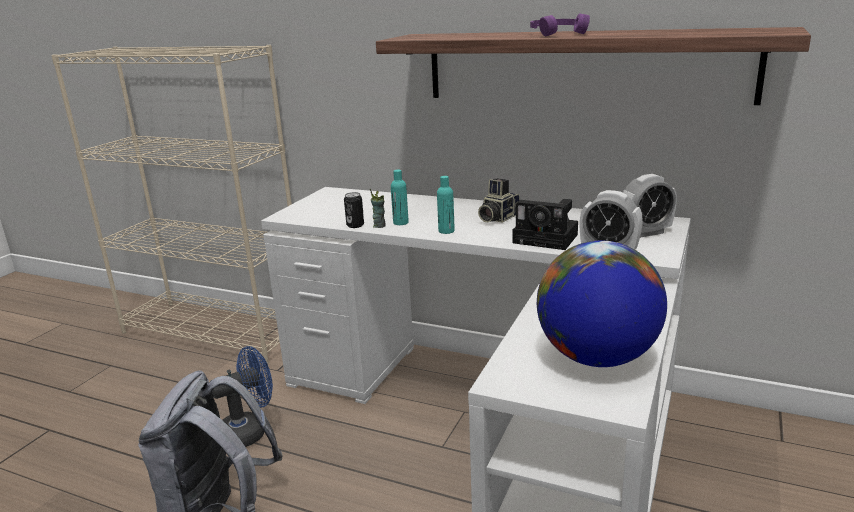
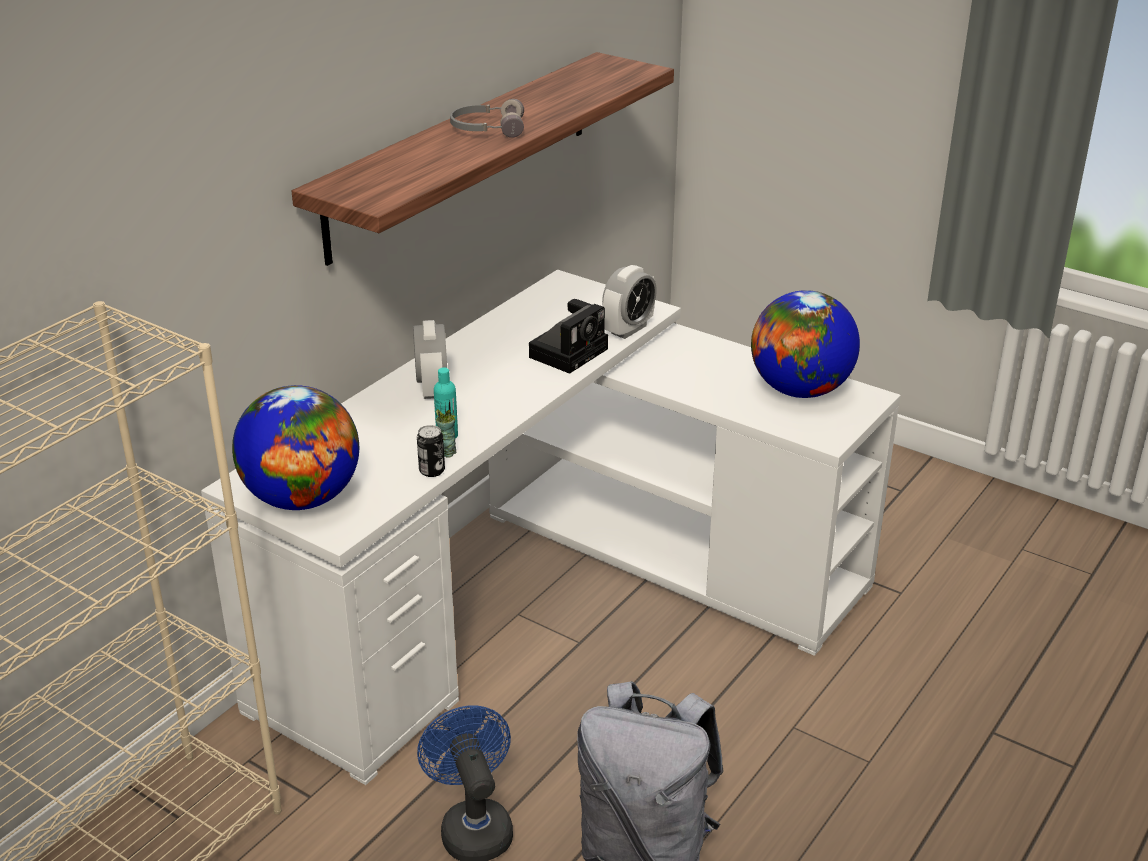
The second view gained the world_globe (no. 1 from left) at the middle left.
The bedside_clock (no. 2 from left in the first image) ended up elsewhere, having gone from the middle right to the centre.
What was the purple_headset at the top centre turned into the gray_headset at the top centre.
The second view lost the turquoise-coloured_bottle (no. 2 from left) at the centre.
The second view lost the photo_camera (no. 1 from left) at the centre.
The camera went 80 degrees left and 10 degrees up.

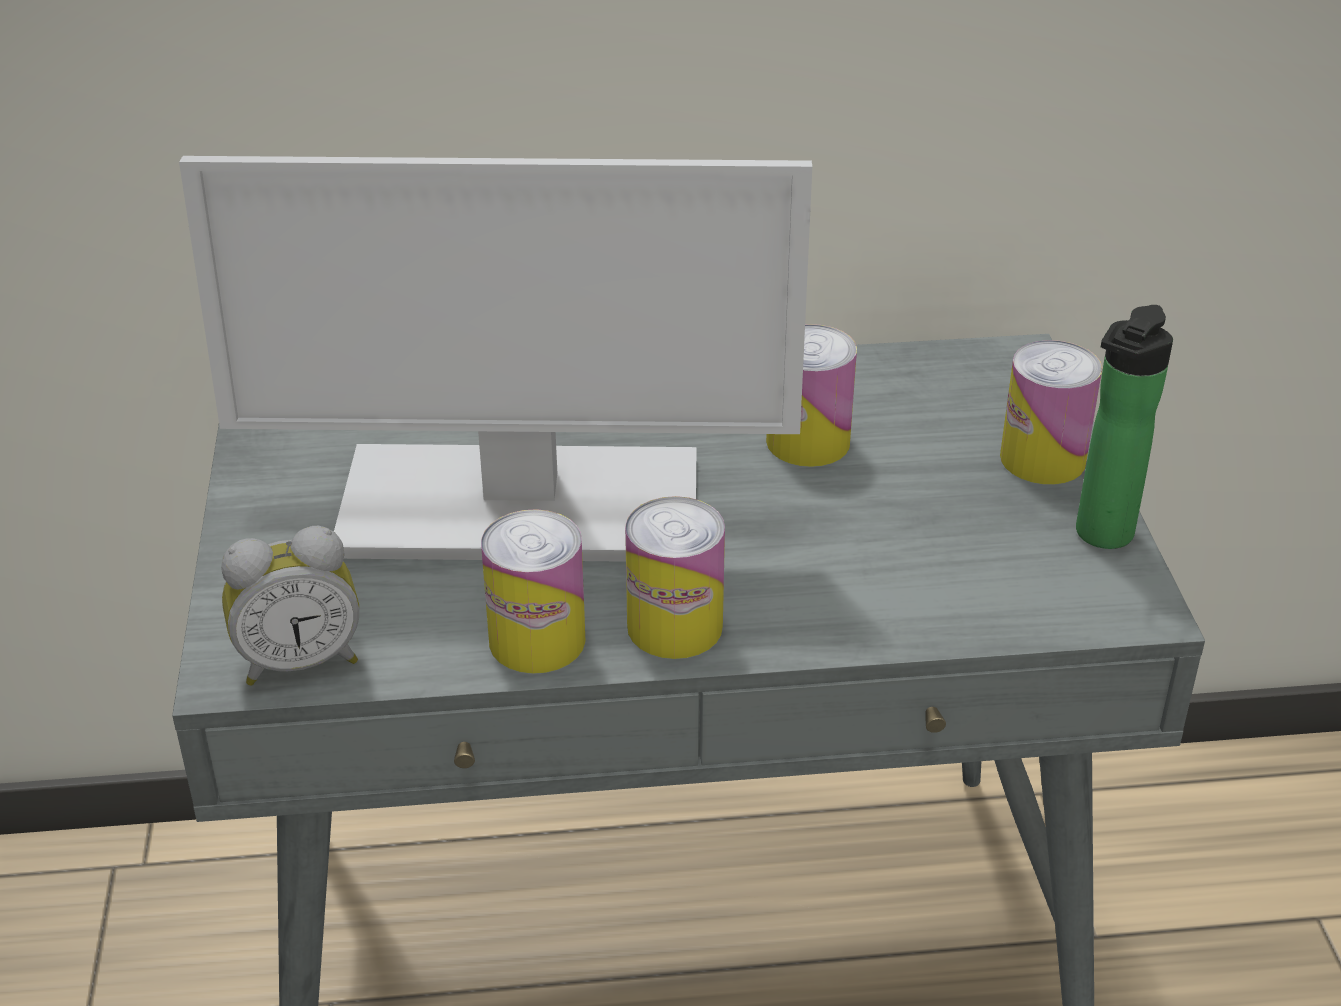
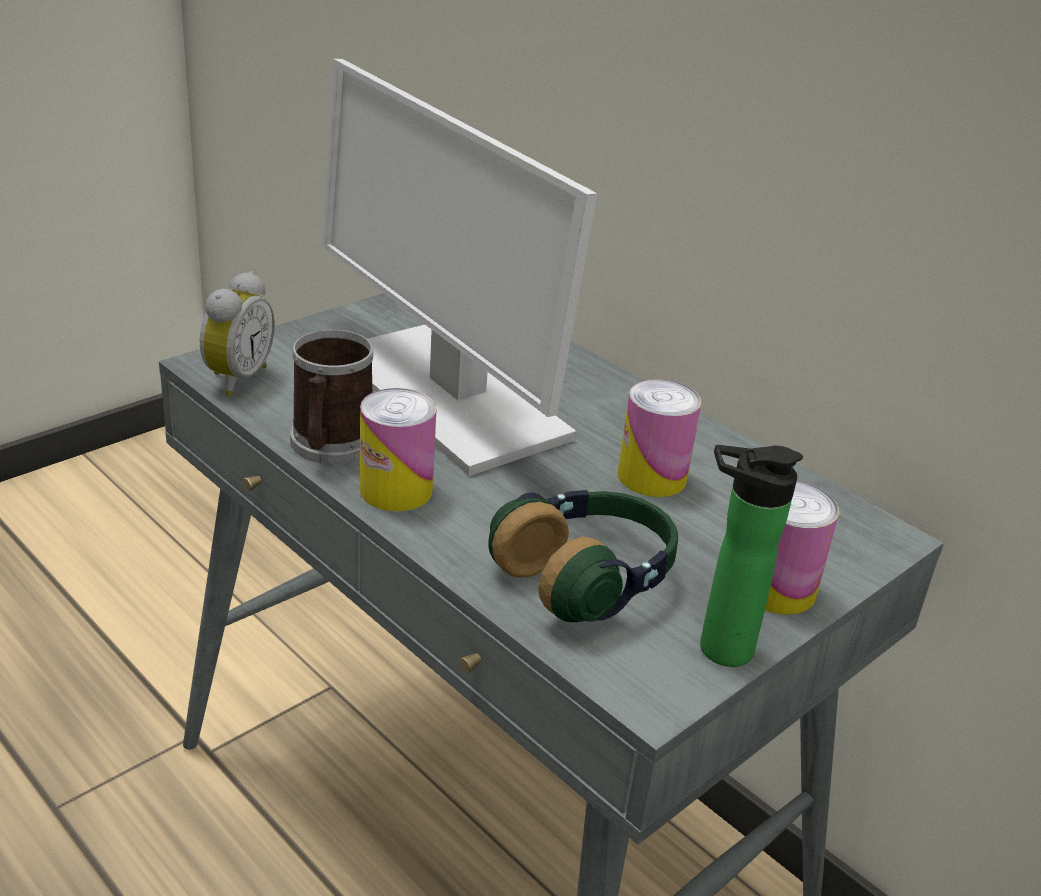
The bedside_clock at the middle left ended up facing another way, 105 degrees counterclockwise from before.
Where the metal_can (no. 1 from left) stood at the centre, the tea_mug came to stand at the middle left.
The second view gained the headset at the centre.
The camera went 50 degrees right and 5 degrees down.

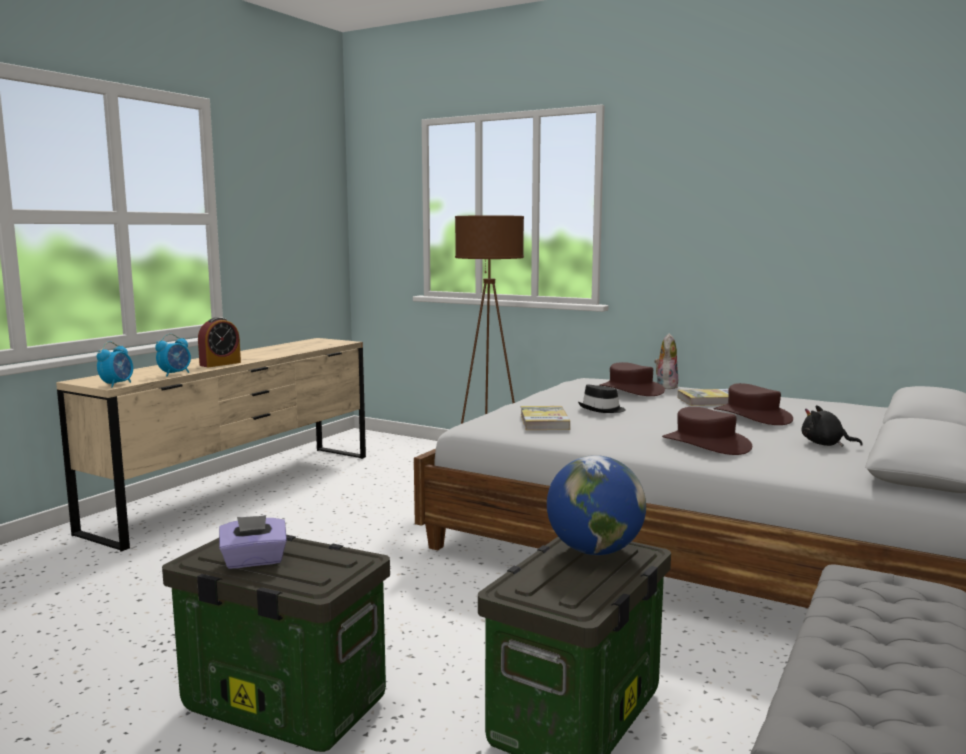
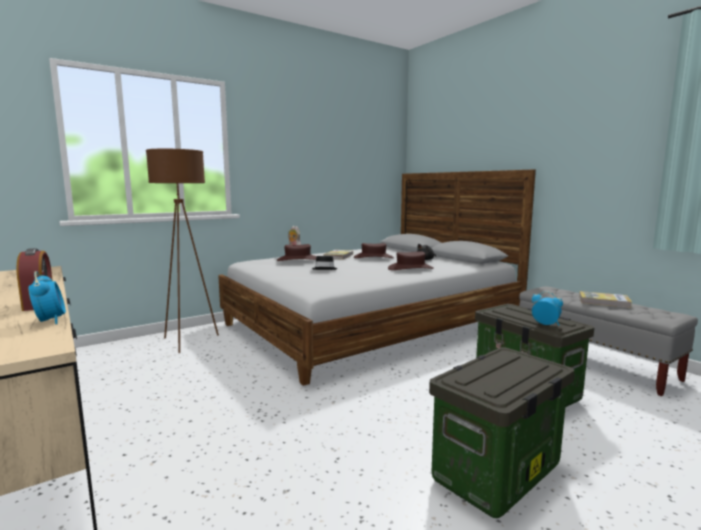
The bedside_clock (no. 1 from left in the first image) ended up elsewhere, having gone from the middle left to the middle right.
The book (no. 1 from left in the first image) ended up elsewhere, having gone from the centre to the middle right.
The second view lost the purple_tissue_holder at the bottom left.
The second view lost the world_globe at the bottom centre.
The camera went 65 degrees left and 0 degrees up.

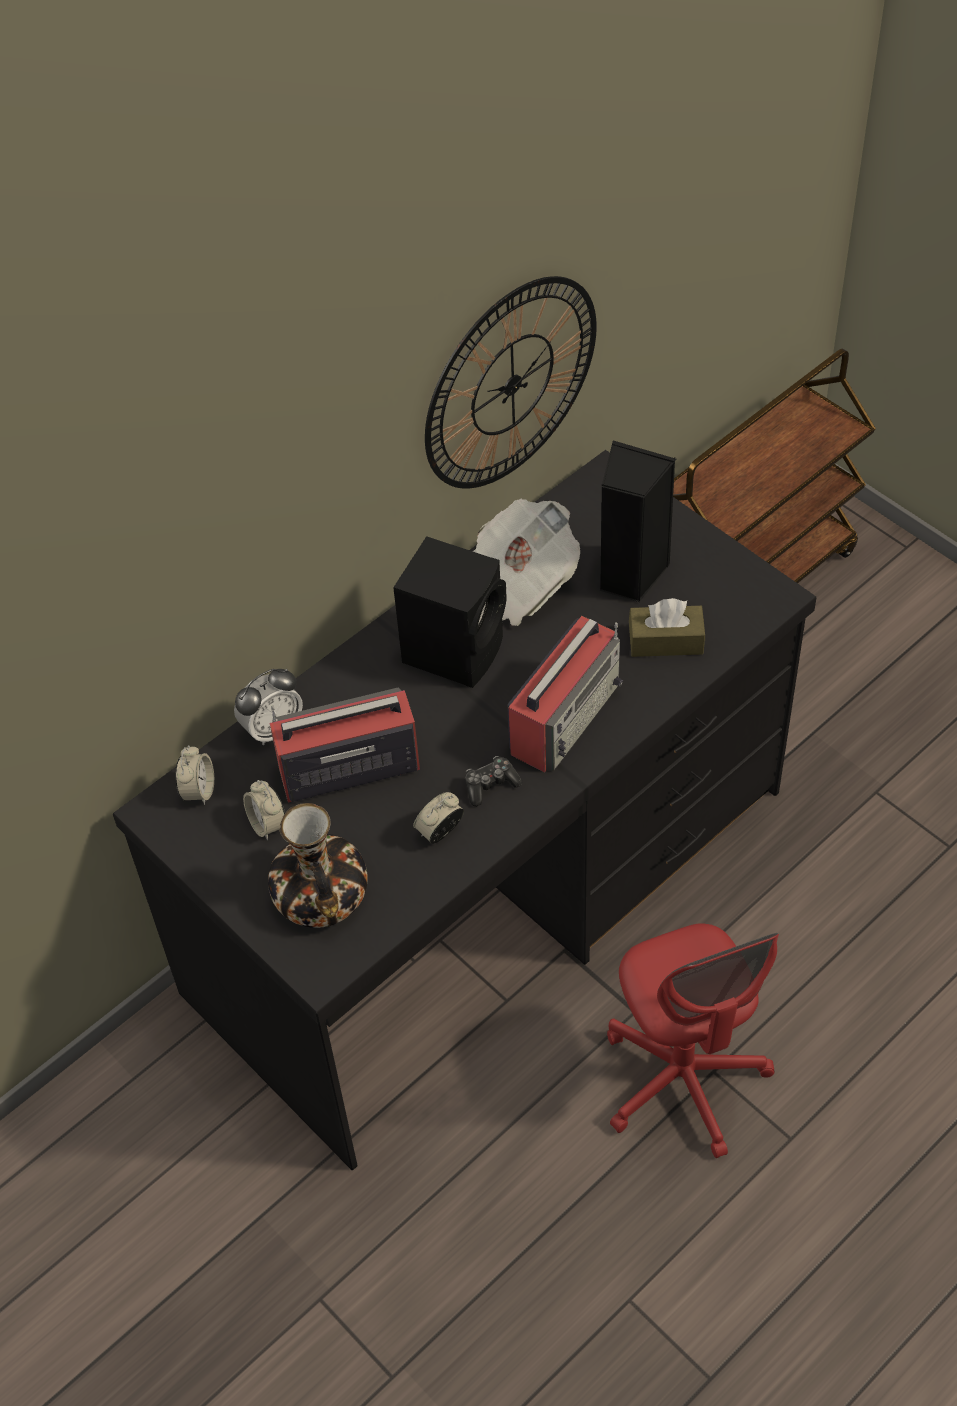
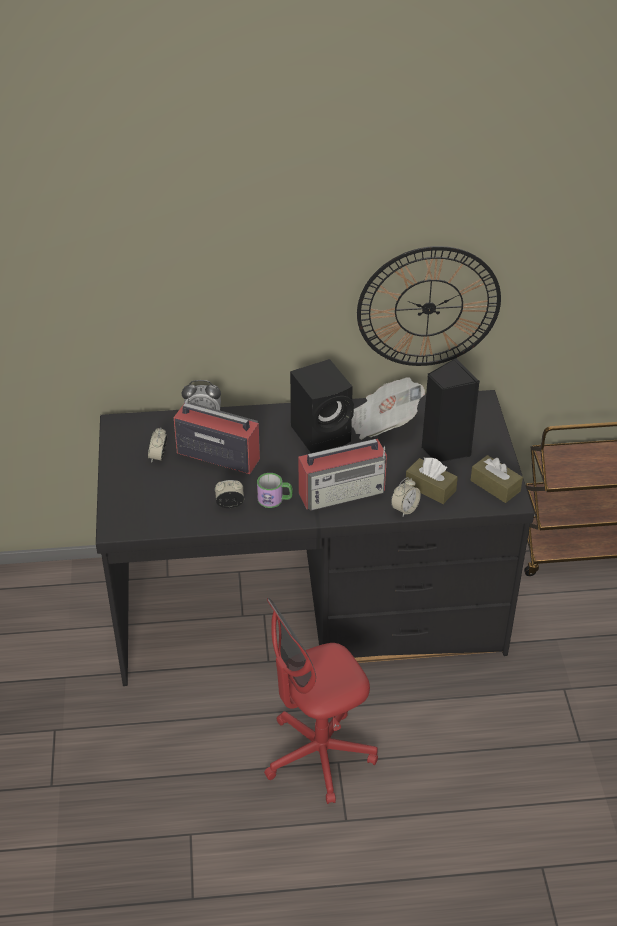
Where the gamepad stood at the centre, the tea_mug came to stand at the centre.
The red_computer_chair at the bottom right ended up facing another way, 45 degrees clockwise from before.
The bedside_clock (no. 1 from left in the first image) ended up elsewhere, having gone from the middle left to the centre.
The second view gained the brownish_tissue_holder (no. 2 from left) at the middle right.
The second view lost the vase at the middle left.
The camera went 35 degrees right and 10 degrees down.

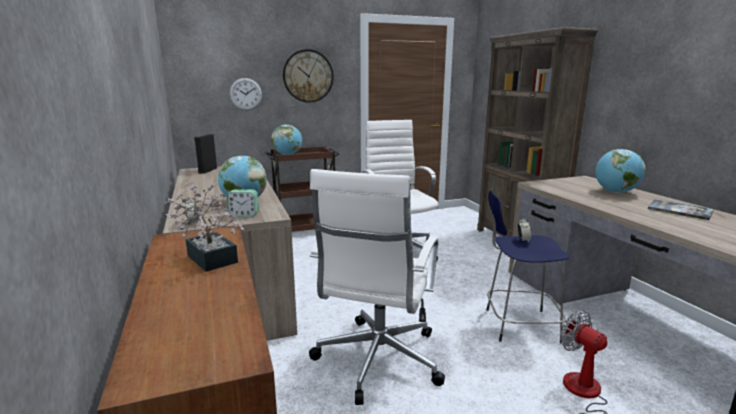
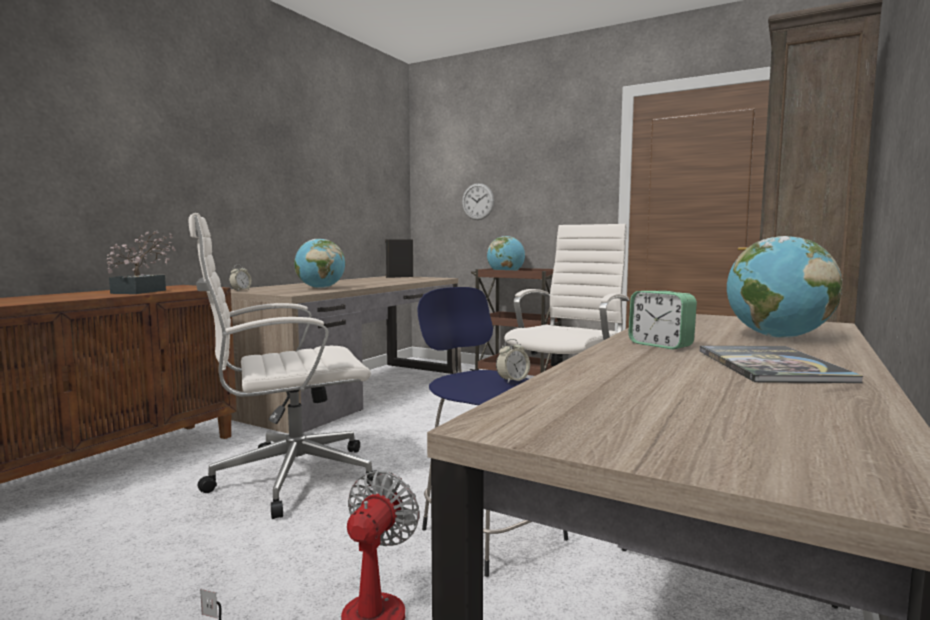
The bedside_clock (no. 2 from left in the first image) ended up elsewhere, having gone from the middle left to the middle right.
The second view lost the hanging_clock (no. 2 from left) at the top centre.
The camera went 50 degrees right and 10 degrees down.

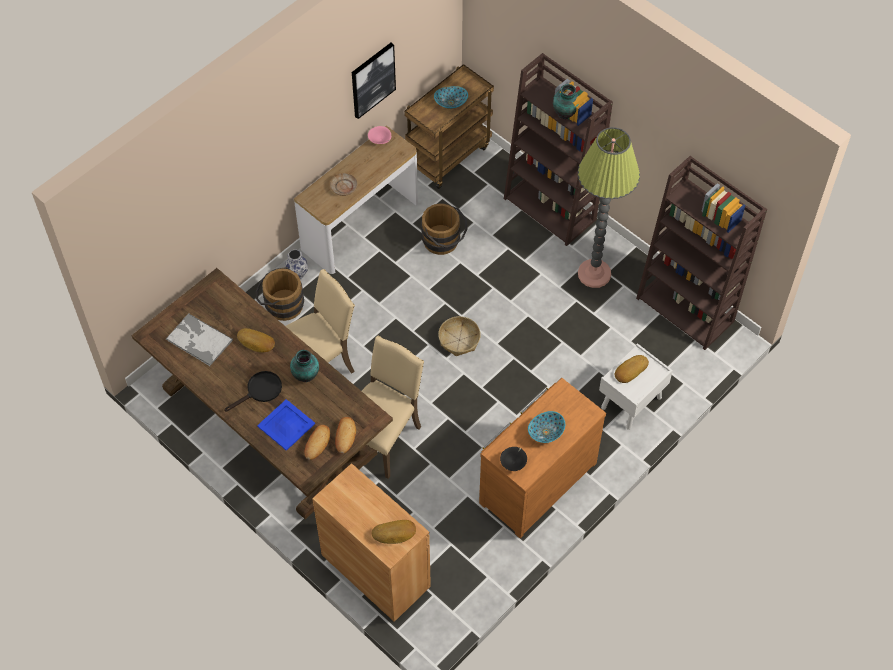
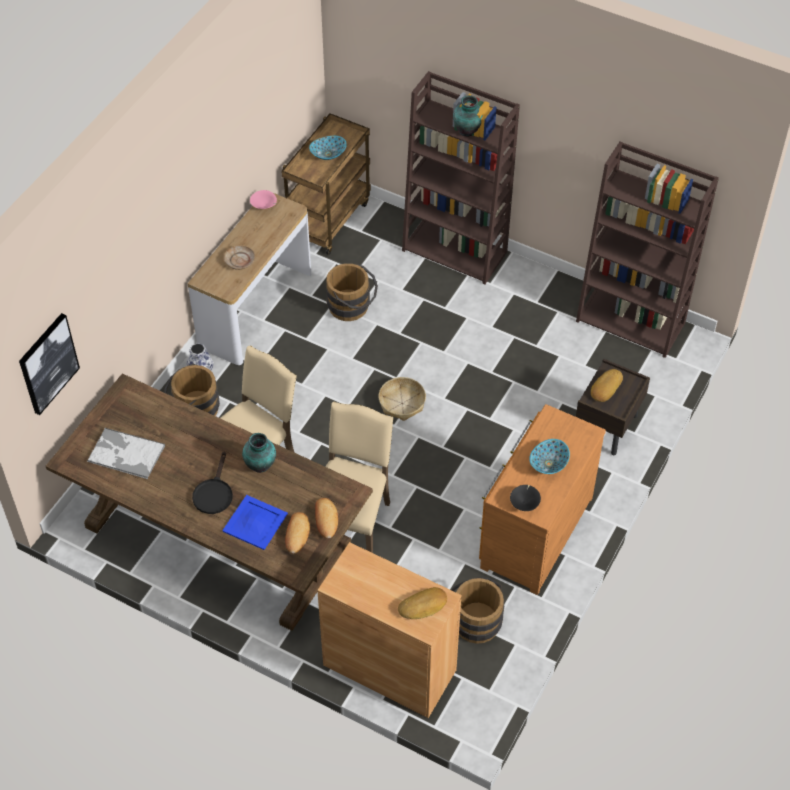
The wall_art ended up elsewhere, having gone from the top centre to the middle left.
The black-coloured_pan at the middle left ended up facing another way, 150 degrees clockwise from before.
The second view gained the brownish_pail (no. 3 from left) at the bottom centre.
What was the white_bedside_table at the middle right turned into the brownish_bedside_table at the middle right.
The second view lost the baked_bread (no. 1 from left) at the middle left.
The second view lost the standing_lamp at the top right.
The camera went 15 degrees left and 5 degrees down.

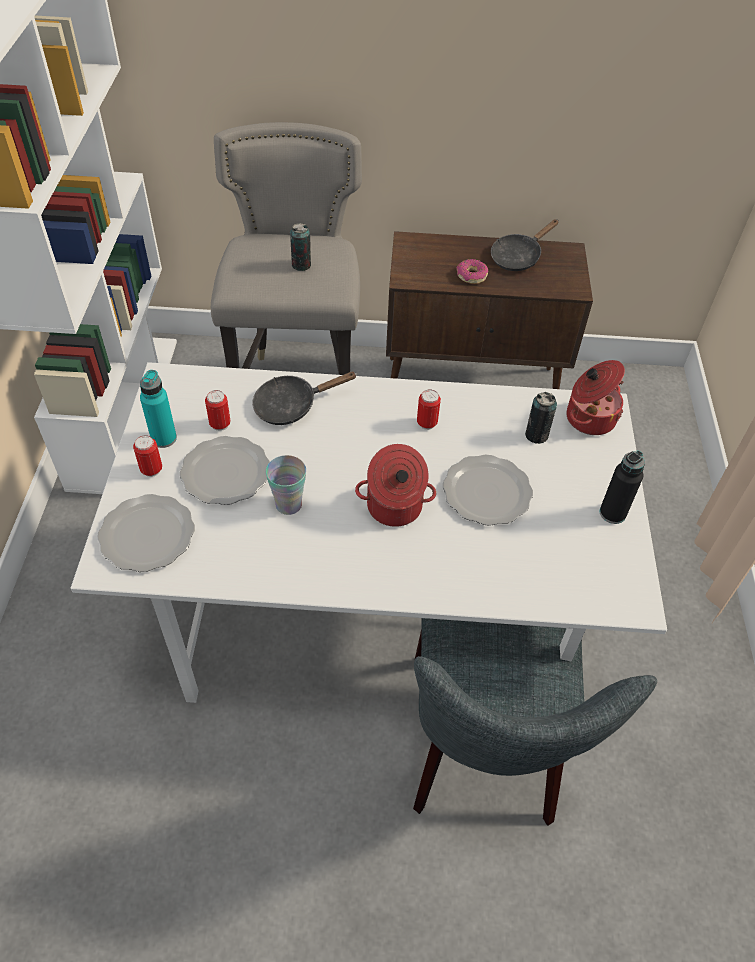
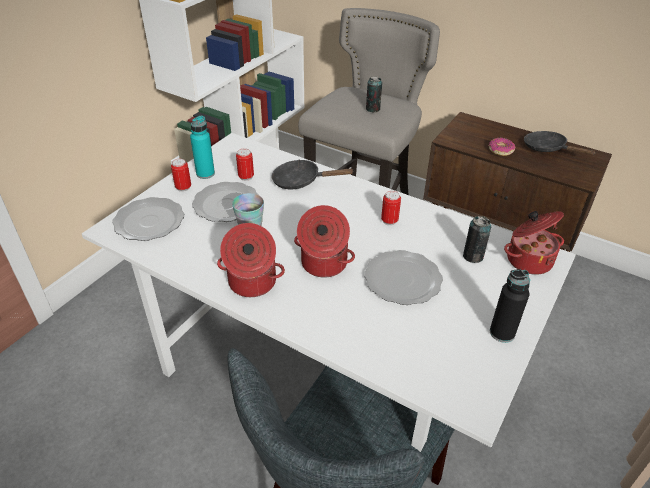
The second view gained the stockpot (no. 1 from left) at the centre.
The black-coloured_pan (no. 2 from left) at the top right ended up facing another way, 60 degrees clockwise from before.
The camera went 30 degrees right and 10 degrees down.

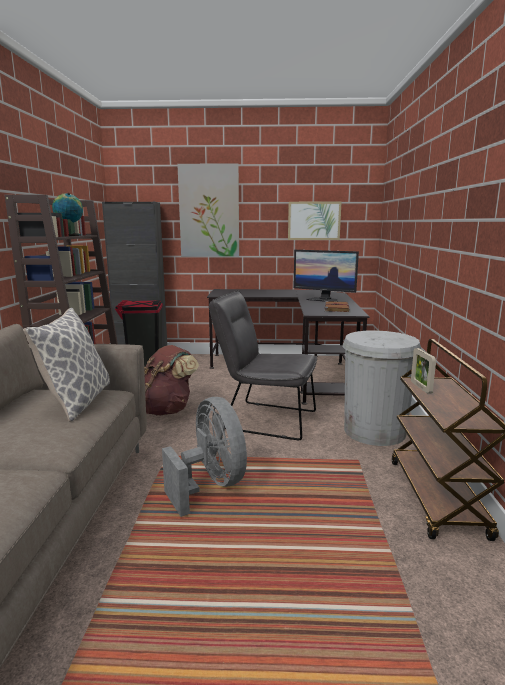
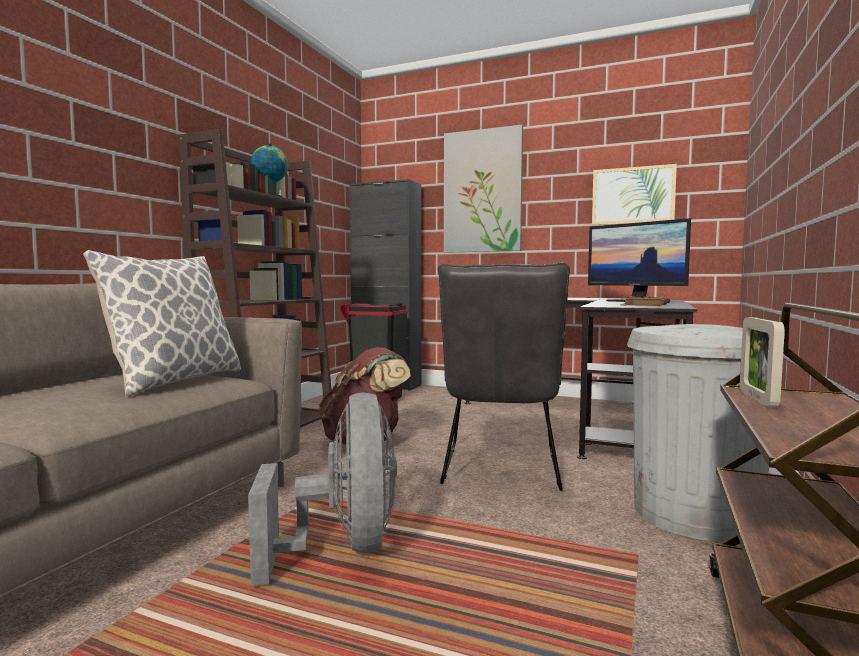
The gray_upright_chair at the centre ended up facing another way, 120 degrees counterclockwise from before.
The camera went 20 degrees right and 10 degrees down.

